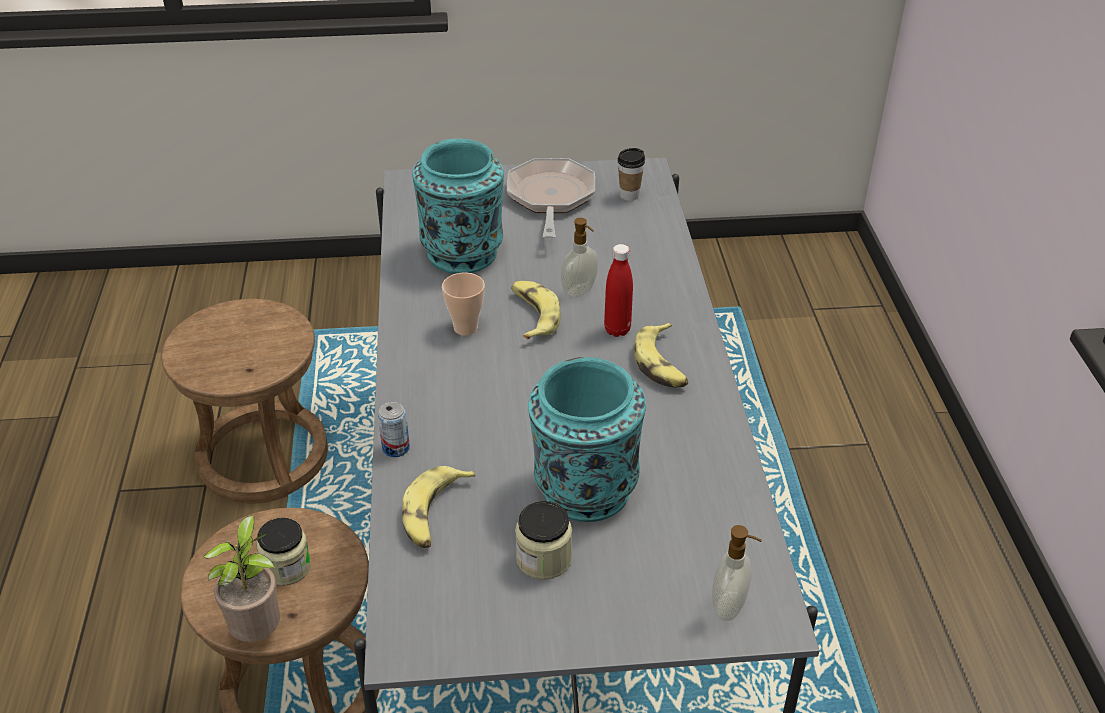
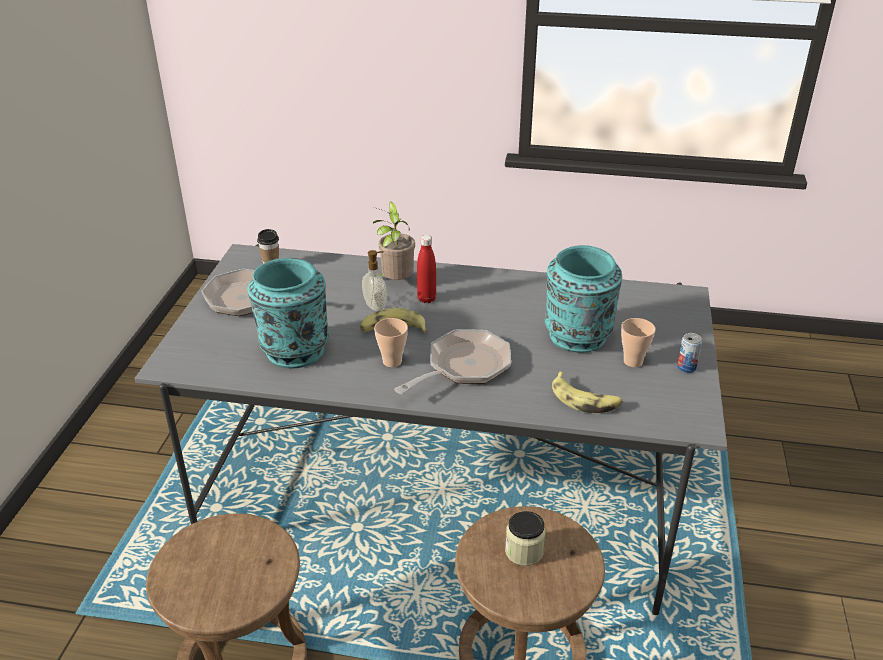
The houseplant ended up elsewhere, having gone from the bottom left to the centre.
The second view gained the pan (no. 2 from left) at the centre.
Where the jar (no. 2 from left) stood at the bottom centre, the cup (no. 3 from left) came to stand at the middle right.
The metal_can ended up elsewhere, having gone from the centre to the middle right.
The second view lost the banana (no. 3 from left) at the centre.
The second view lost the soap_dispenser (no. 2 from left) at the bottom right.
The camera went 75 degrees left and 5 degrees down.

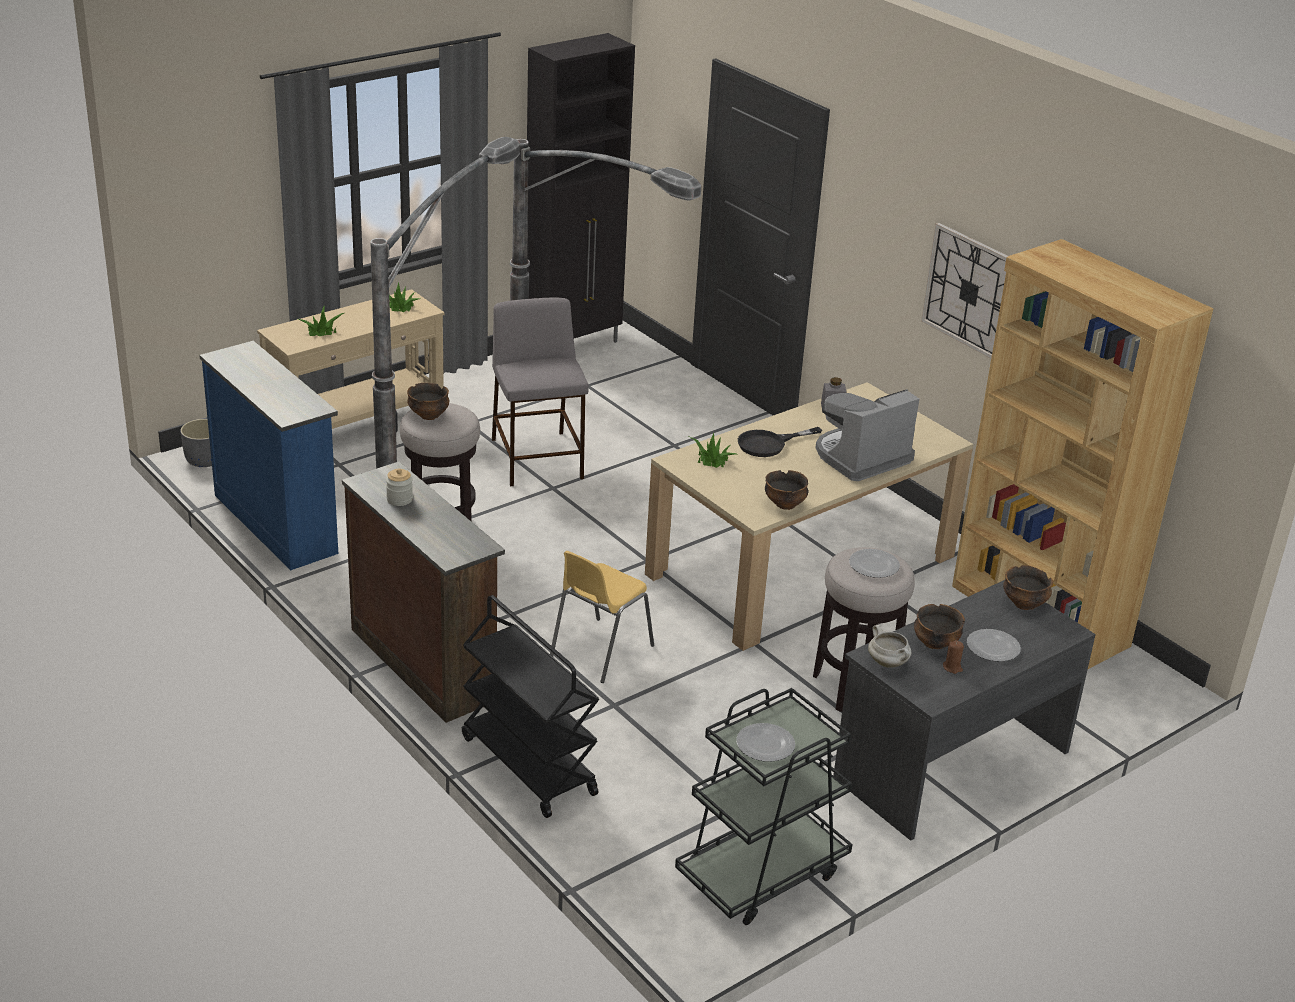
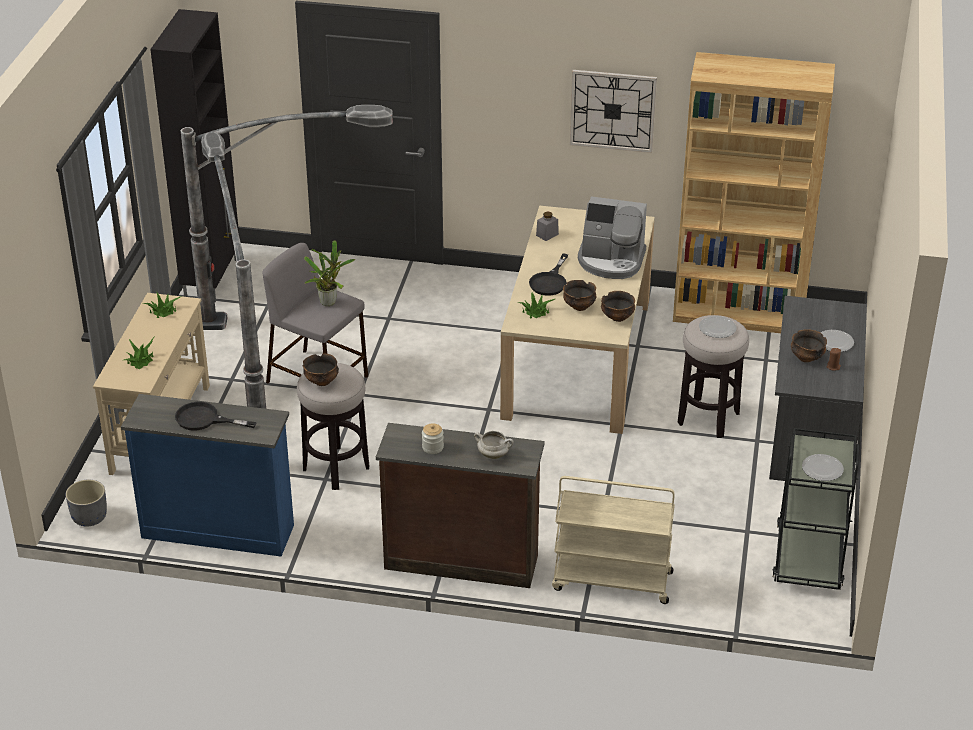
The second view gained the black-coloured_pan (no. 1 from left) at the middle left.
The second view gained the houseplant (no. 3 from left) at the centre.
The white_stockpot ended up elsewhere, having gone from the middle right to the centre.
What was the black-coloured_cart (no. 1 from left) at the bottom centre turned into the beige-coloured_cart at the bottom centre.
The bowl (no. 4 from left in the first image) ended up elsewhere, having gone from the middle right to the centre.
The coffee_maker at the middle right ended up facing another way, 90 degrees counterclockwise from before.
The second view lost the yellowish_upright_chair at the centre.
The camera went 40 degrees left and 5 degrees up.

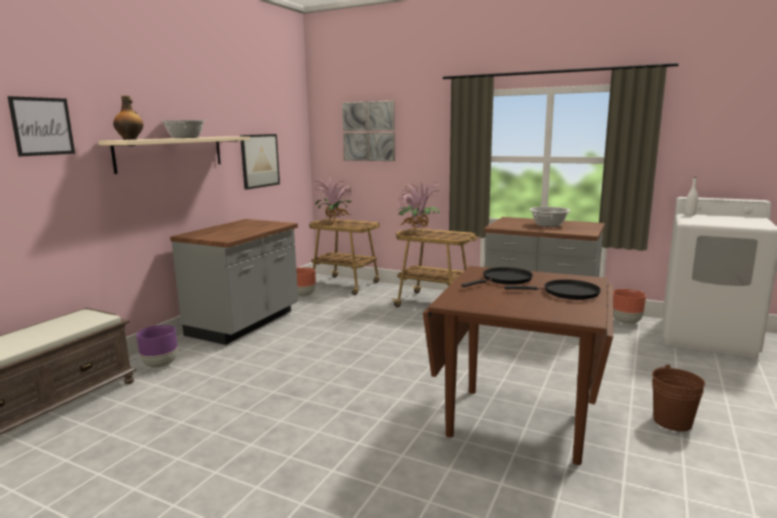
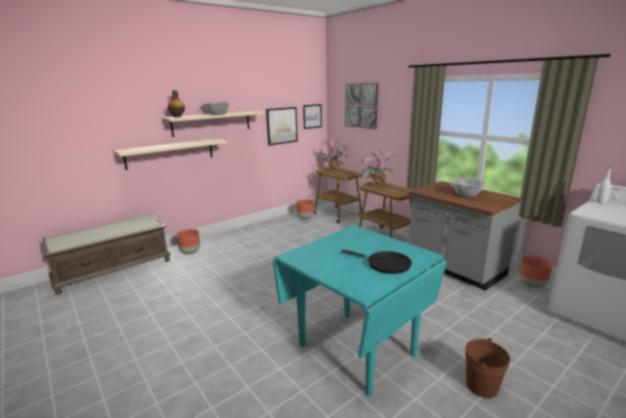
The second view gained the beige-coloured_wall_shelf (no. 1 from left) at the middle left.
What was the purple_flower_pot at the bottom left turned into the brownish_flower_pot (no. 1 from left) at the middle left.
What was the brownish_kitchen_table at the bottom right turned into the turquoise-coloured_kitchen_table at the bottom centre.
The wall_art (no. 1 from left in the first image) ended up elsewhere, having gone from the top left to the top centre.
The second view lost the gray_kitchen_base_unit (no. 1 from left) at the middle left.
The second view lost the black-coloured_pan (no. 1 from left) at the centre.
The camera went 25 degrees right and 5 degrees up.

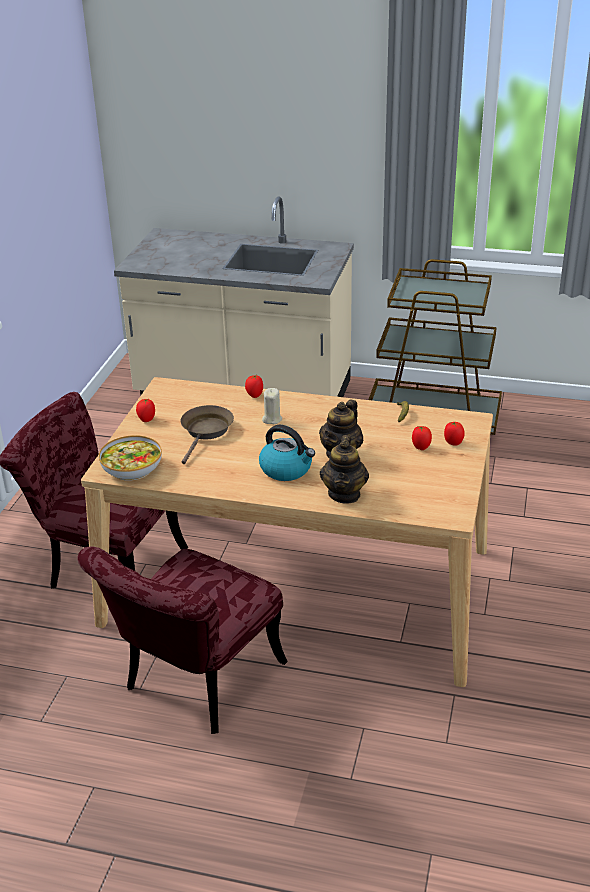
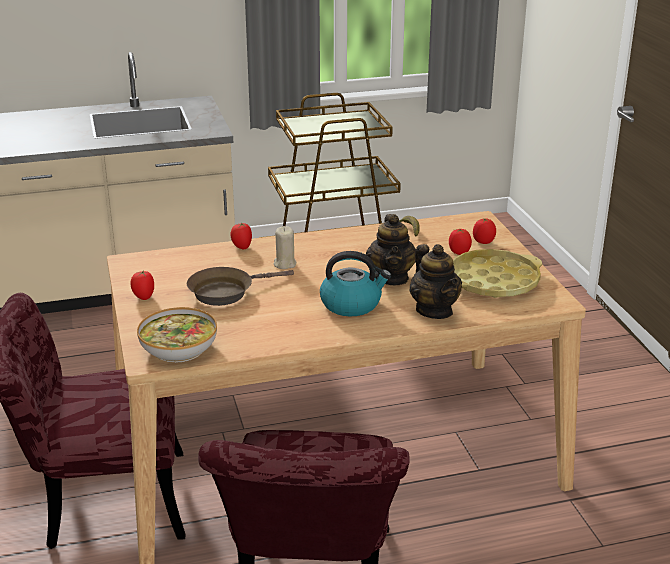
The brownish_pan at the centre ended up facing another way, 105 degrees counterclockwise from before.
The second view gained the yellowish_tray at the middle right.
The camera went 30 degrees left and 5 degrees down.

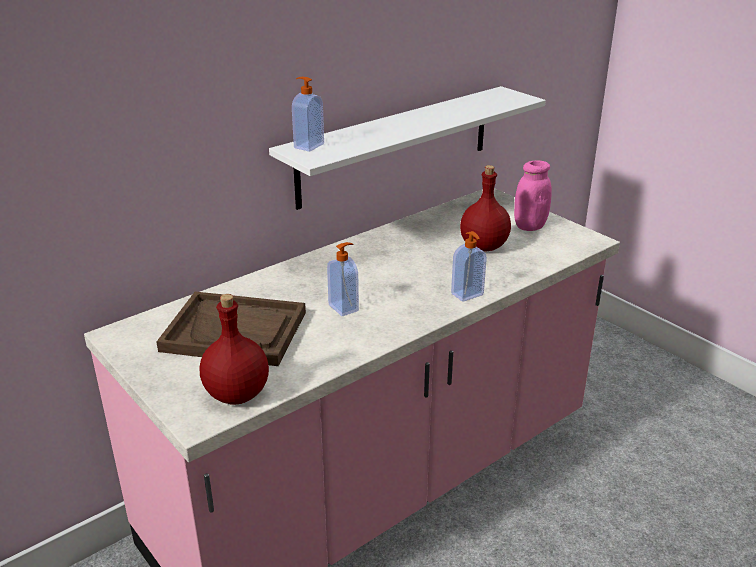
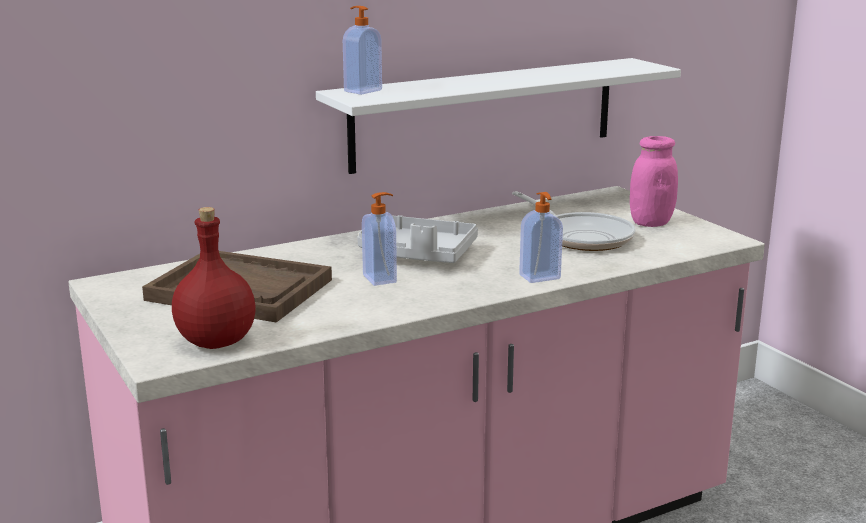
The second view gained the gray_tray at the centre.
Where the red_bottle (no. 2 from left) stood at the centre, the pan came to stand at the centre.
The camera went 10 degrees right and 10 degrees down.

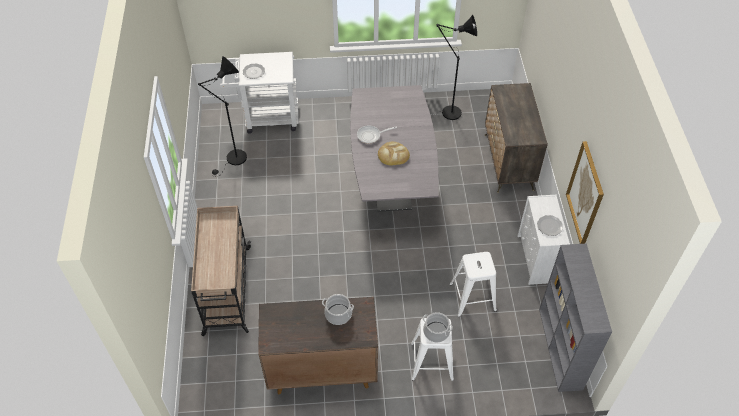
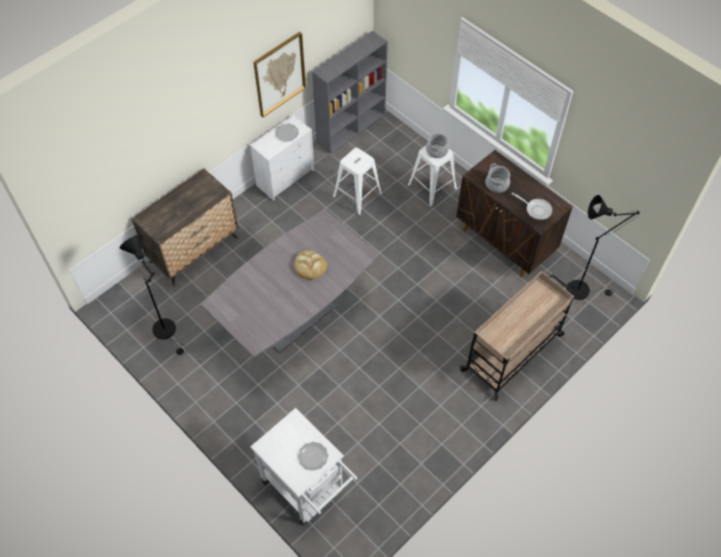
The pan ended up elsewhere, having gone from the top centre to the middle right.
The black-coloured_standing_lamp (no. 1 from left in the first image) ended up elsewhere, having gone from the top left to the middle right.
The camera went 130 degrees left and 5 degrees up.

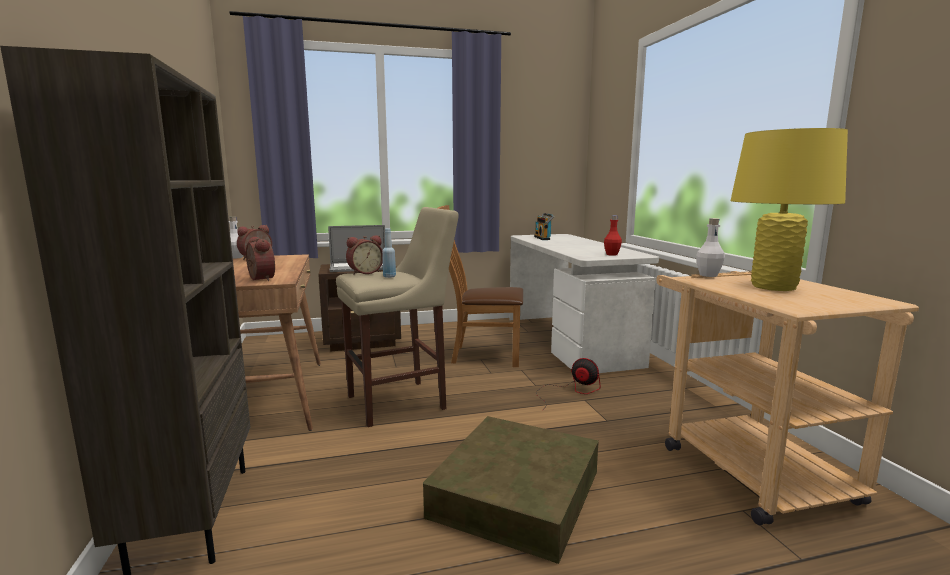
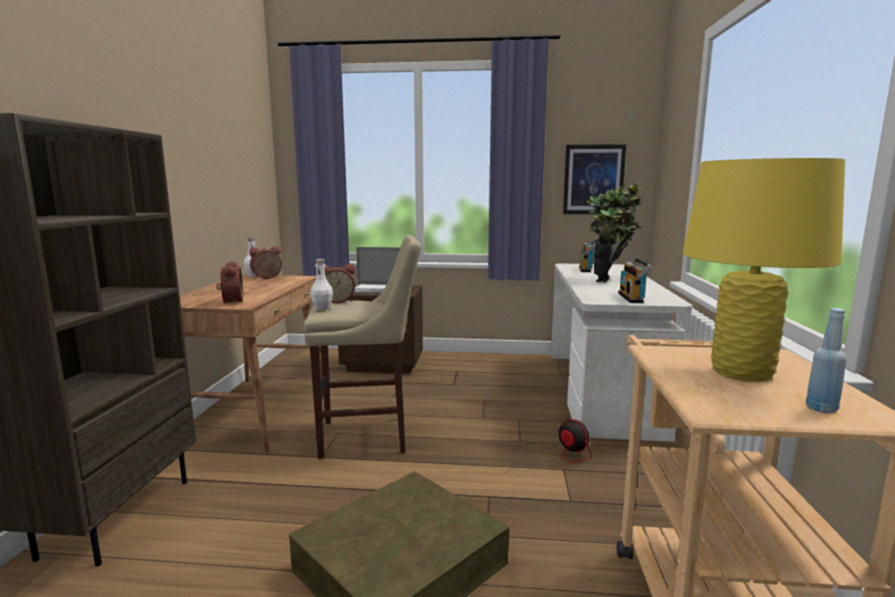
The white_bottle (no. 2 from left) ended up elsewhere, having gone from the middle right to the centre.
The second view gained the wall_art at the top centre.
The second view gained the houseplant at the middle right.
Where the red_bottle stood at the centre, the radio (no. 2 from left) came to stand at the middle right.
The bluish_bottle ended up elsewhere, having gone from the centre to the middle right.
The second view lost the brownish_upright_chair at the centre.
The camera went 20 degrees right and 0 degrees up.

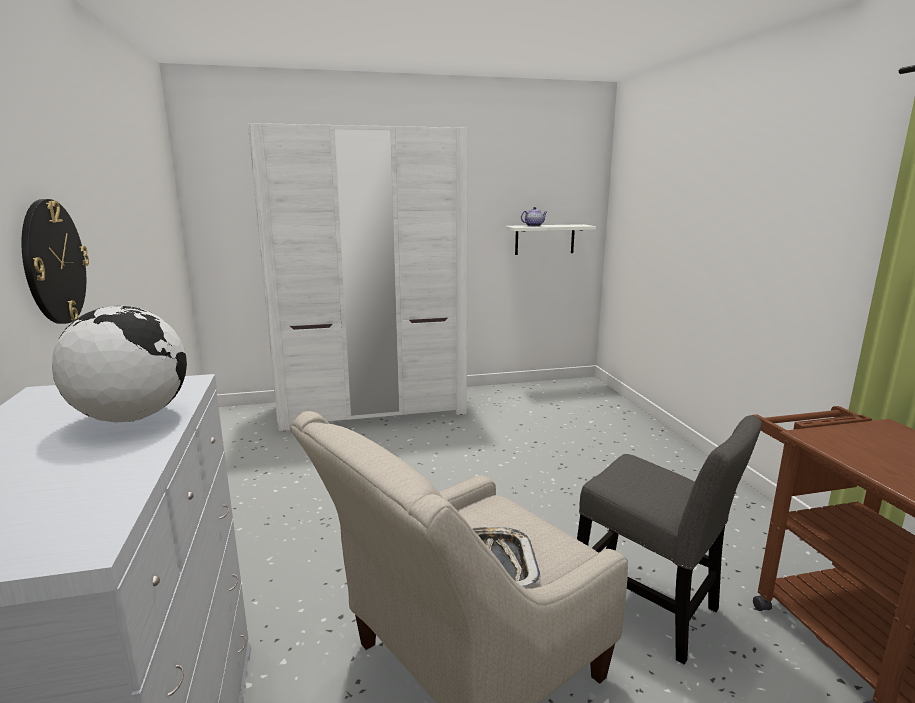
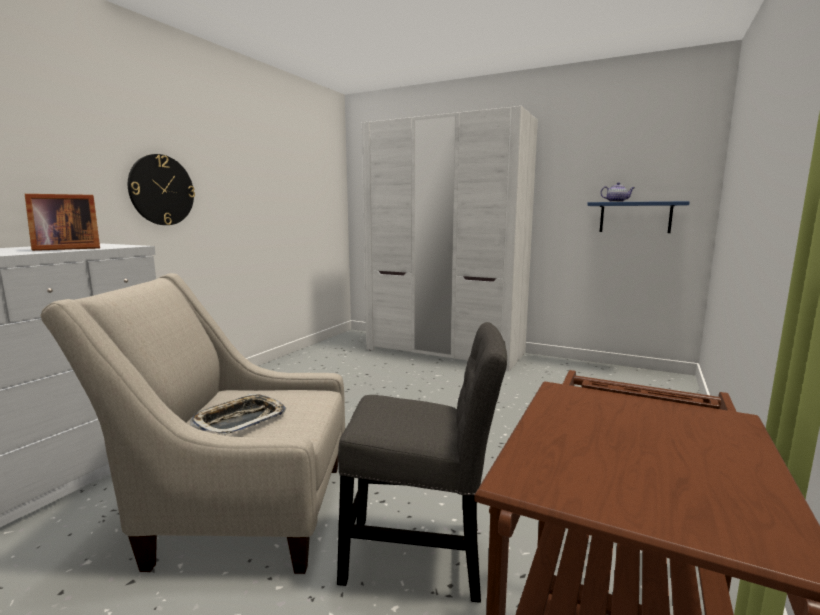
Where the world_globe stood at the middle left, the standing_frame came to stand at the middle left.
The gray_upright_chair at the bottom right ended up facing another way, 75 degrees counterclockwise from before.
What was the white_wall_shelf at the centre turned into the bluish_wall_shelf at the middle right.
The camera went 40 degrees right and 5 degrees down.

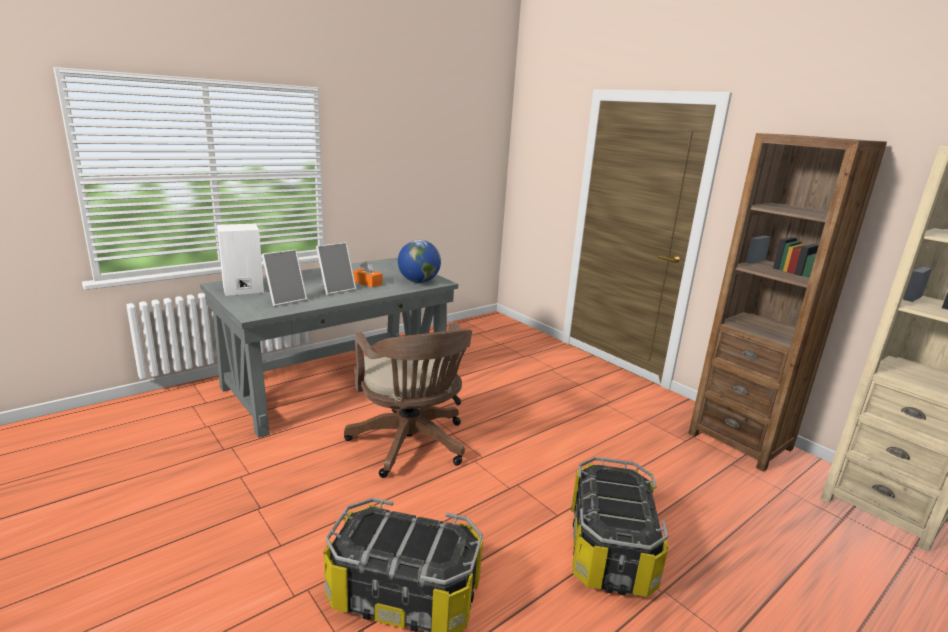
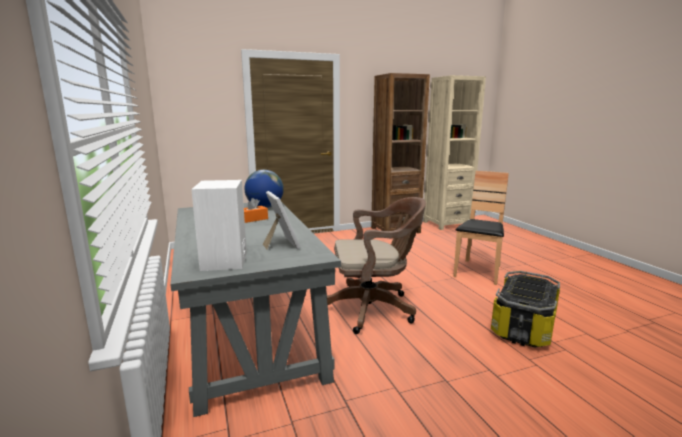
Where the storage_container (no. 2 from left) stood at the bottom centre, the brownish_upright_chair came to stand at the middle right.
The second view lost the standing_frame (no. 2 from left) at the centre.
The camera went 70 degrees left and 5 degrees down.

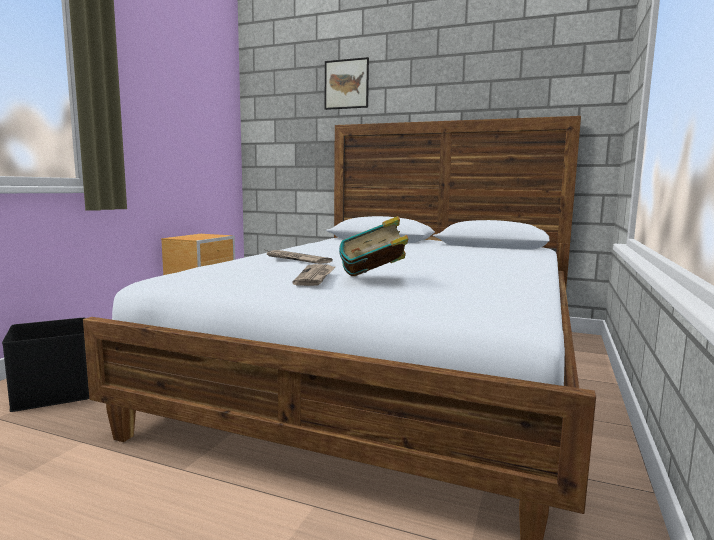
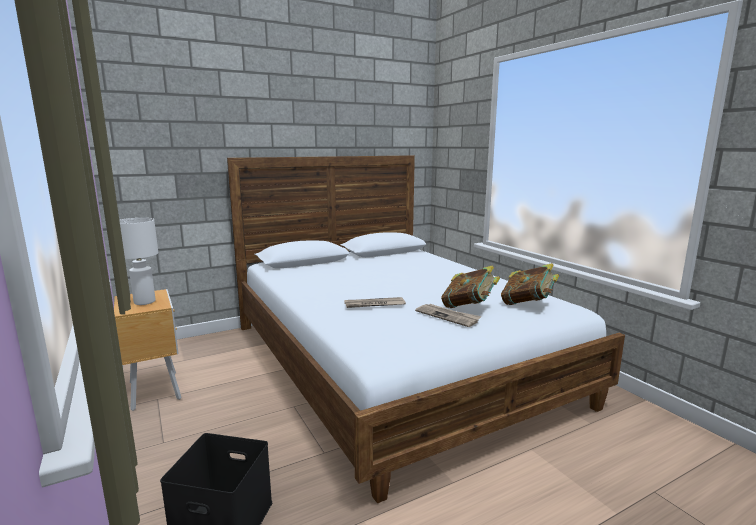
The second view gained the white_lamp_for_a_table at the middle left.
The second view gained the book (no. 2 from left) at the middle right.
The second view lost the wall_art at the top centre.
The camera went 50 degrees left and 5 degrees up.

